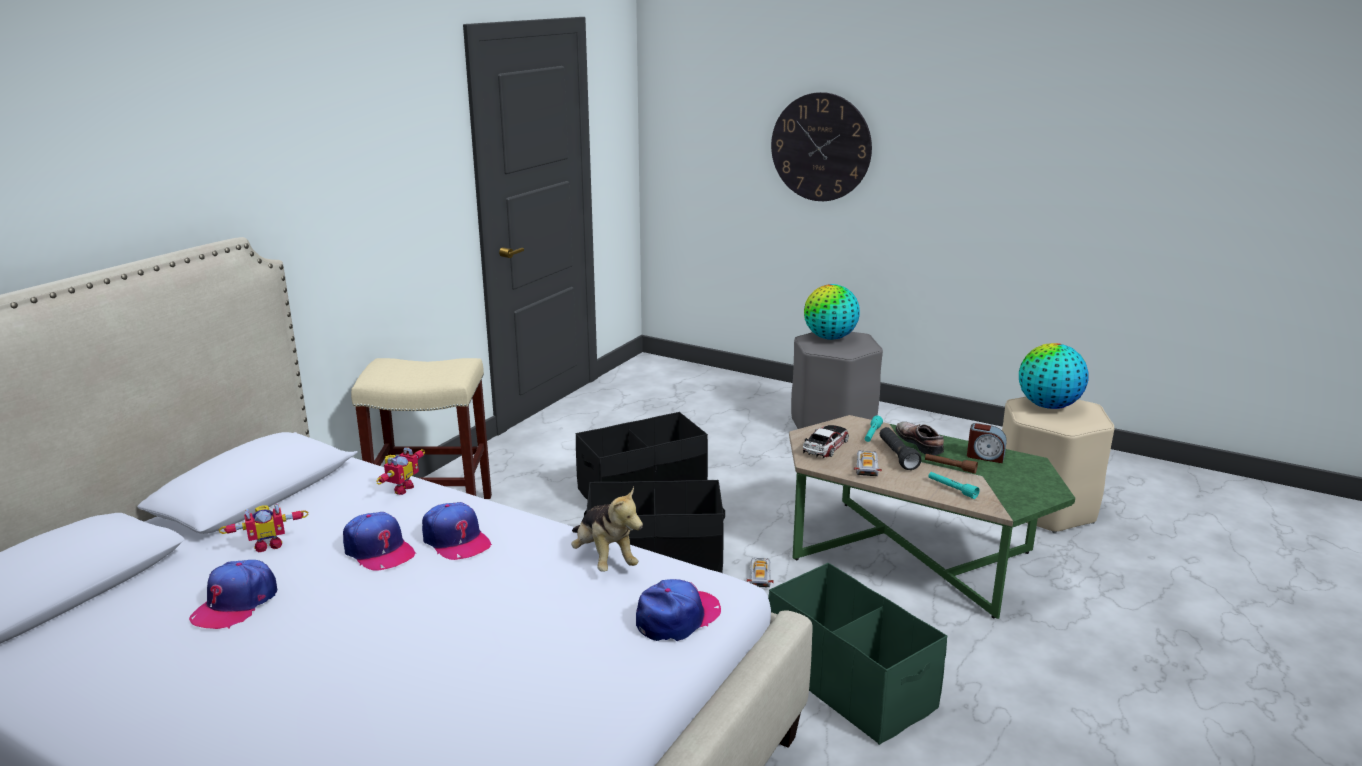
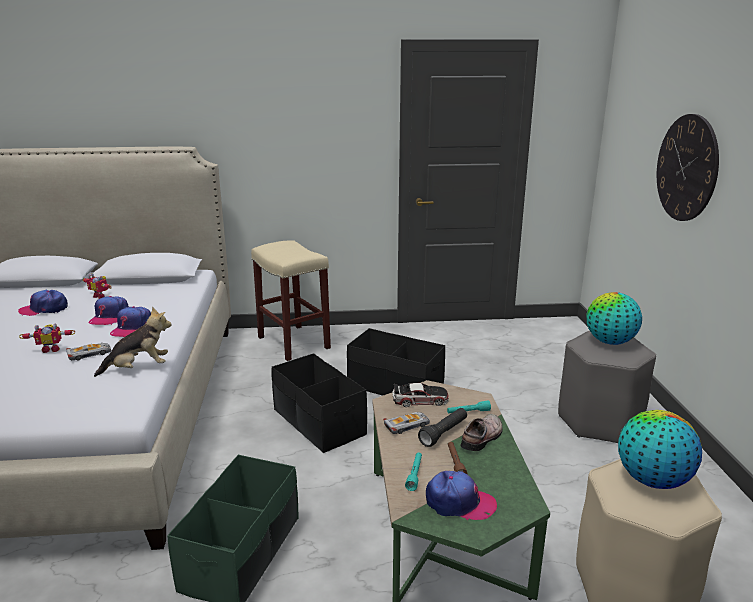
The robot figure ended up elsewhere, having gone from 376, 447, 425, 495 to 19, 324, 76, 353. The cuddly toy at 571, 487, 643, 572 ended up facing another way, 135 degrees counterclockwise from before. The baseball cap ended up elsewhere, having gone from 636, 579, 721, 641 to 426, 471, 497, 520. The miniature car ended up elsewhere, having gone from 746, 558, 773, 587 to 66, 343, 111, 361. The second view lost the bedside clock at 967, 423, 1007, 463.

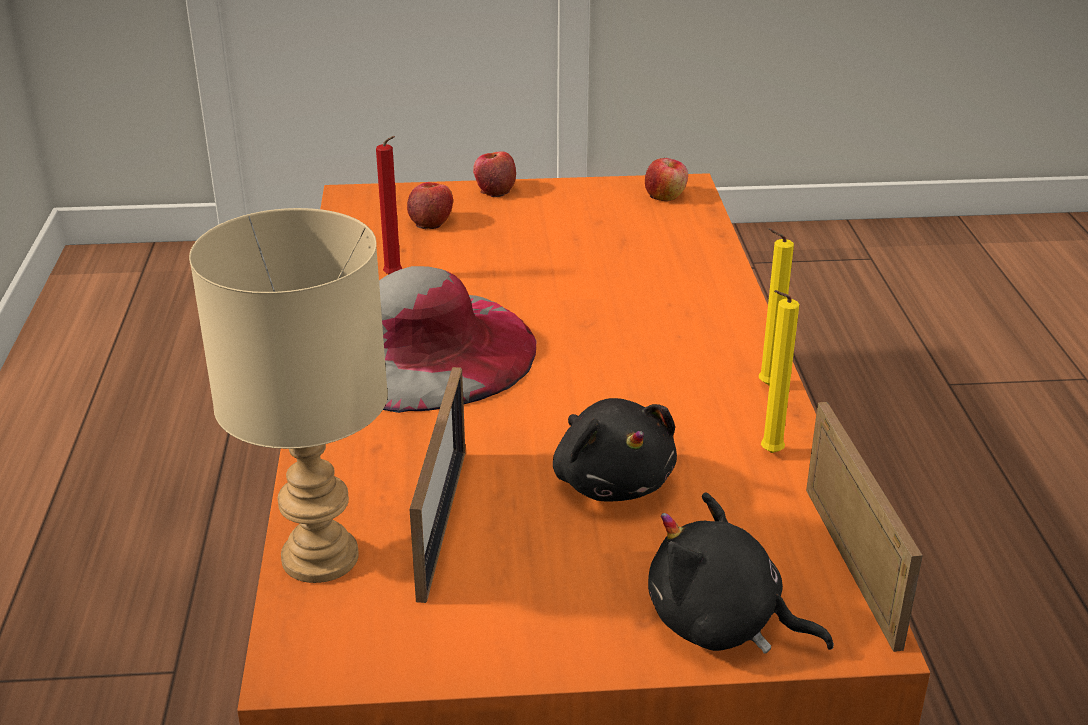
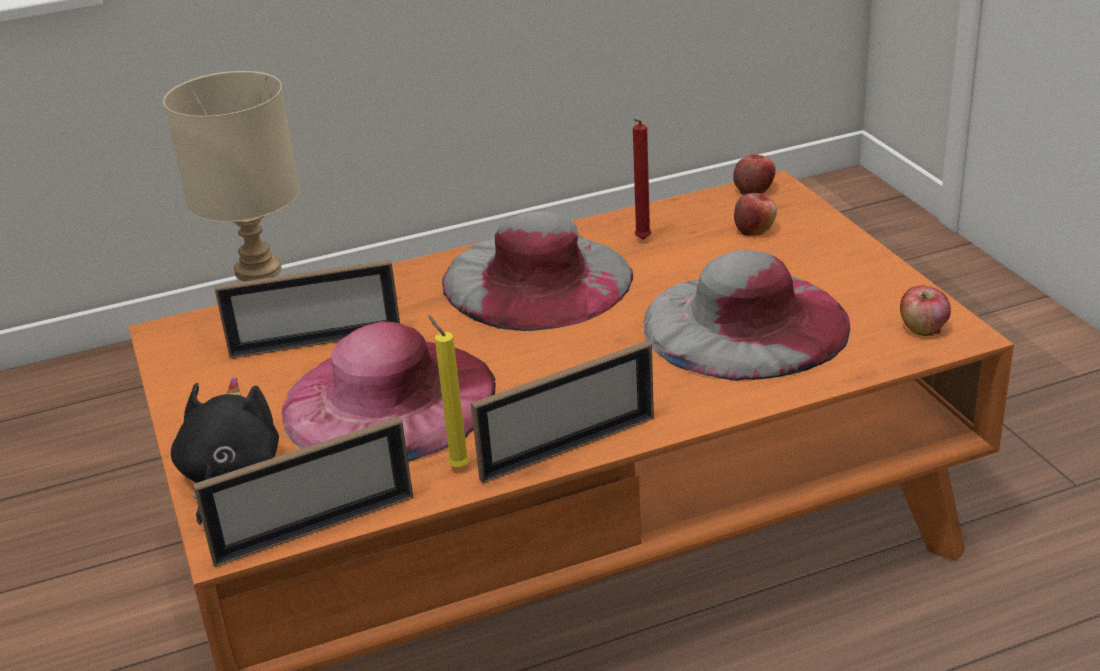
The apple ended up elsewhere, having gone from 473, 151, 516, 197 to 733, 154, 776, 195. Where the cuddly toy/black stood at 553, 398, 677, 501, the clothing hat/pink came to stand at 282, 321, 496, 462. Where the wax candle/yellow-coloured stood at 759, 228, 794, 385, the standing frame came to stand at 471, 341, 654, 483. The second view gained the clothing hat/grey at 644, 250, 850, 381.

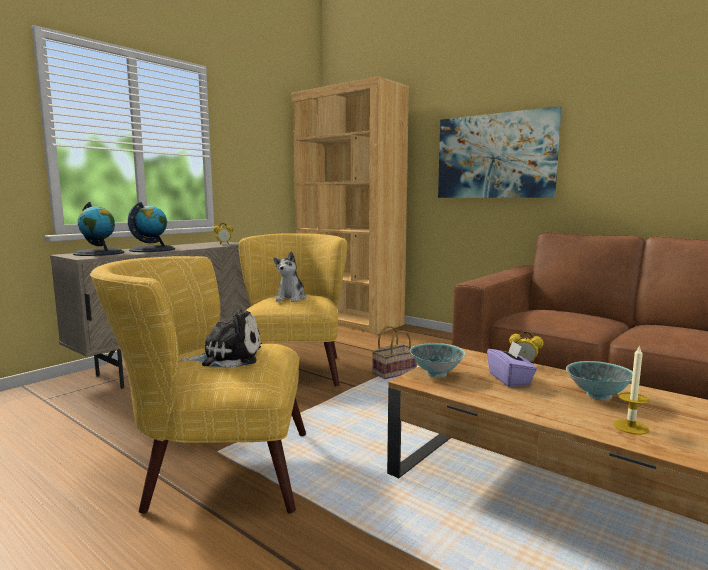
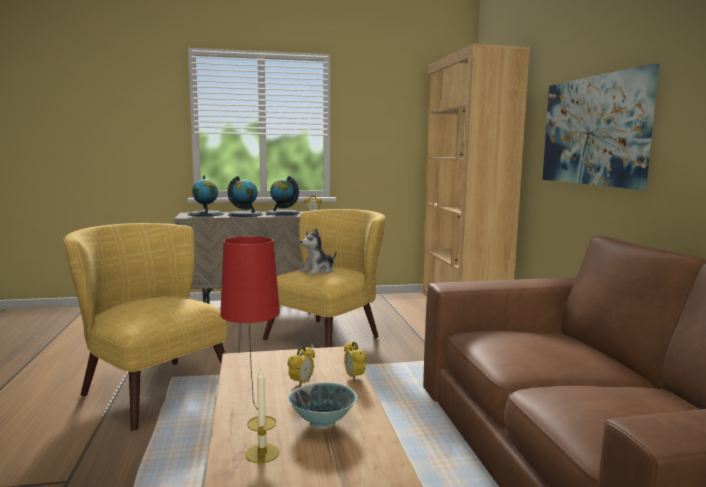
The second view lost the cuddly toy at 179, 308, 261, 368. The second view lost the household basket at 372, 326, 417, 379. The second view lost the serving bowl at 410, 343, 465, 377. Where the box of tissues/purple stood at 487, 341, 537, 387, the bedside clock came to stand at 288, 346, 315, 387. The second view gained the lamp for a table/red-coloured at 220, 236, 280, 410. The second view gained the world globe at 266, 176, 300, 216.

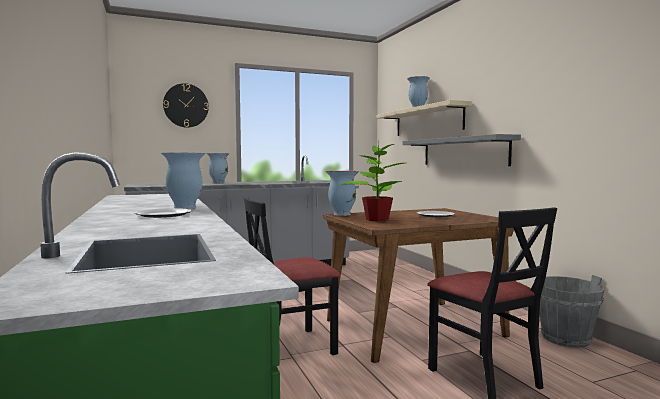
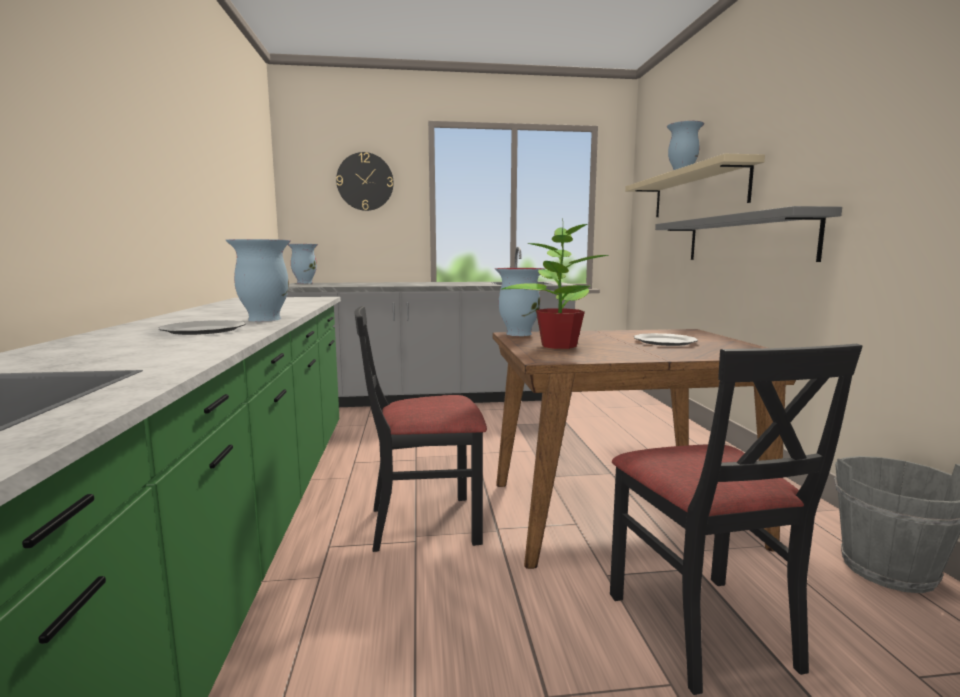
The vase ended up elsewhere, having gone from 206, 153, 230, 183 to 288, 244, 318, 284.

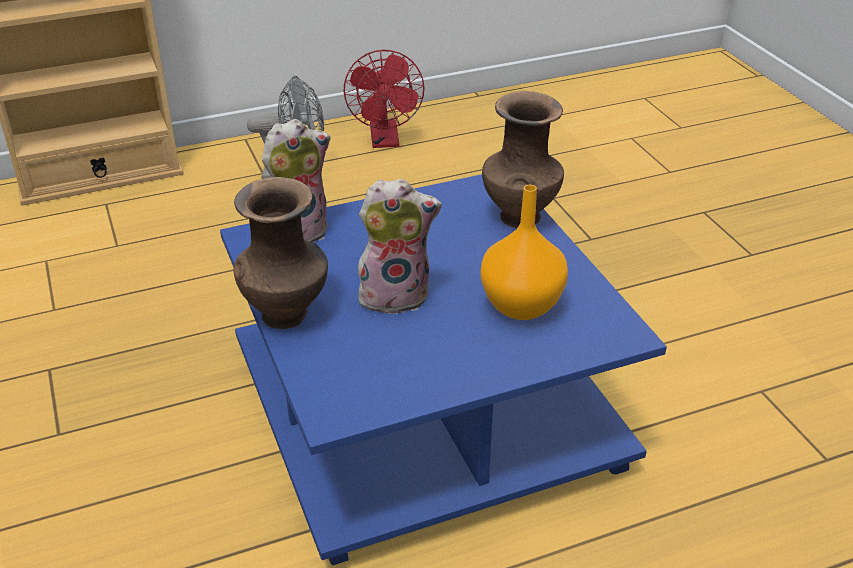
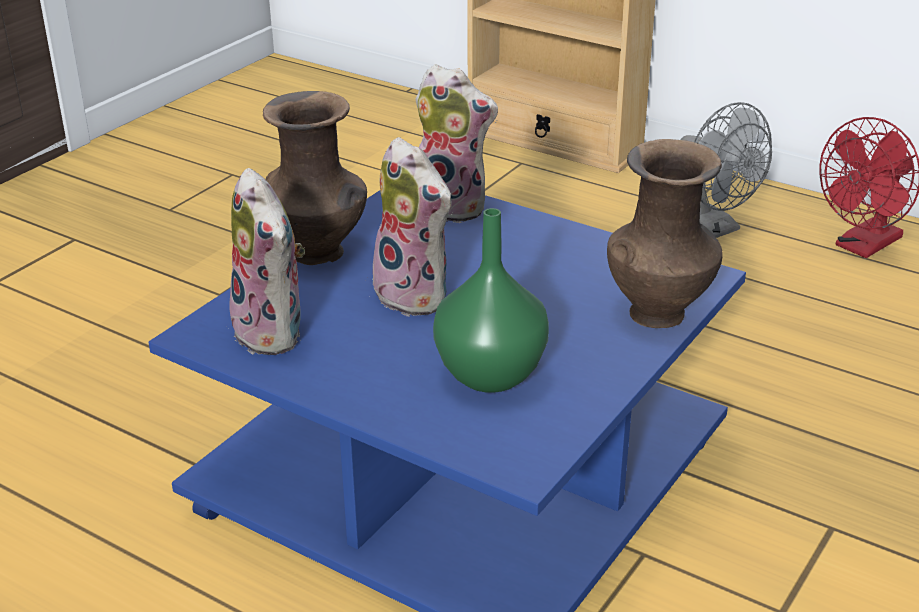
What was the vase/orange at 480, 185, 568, 320 turned into the vase/green at 433, 208, 549, 393. The second view gained the cuddly toy at 230, 168, 305, 355.

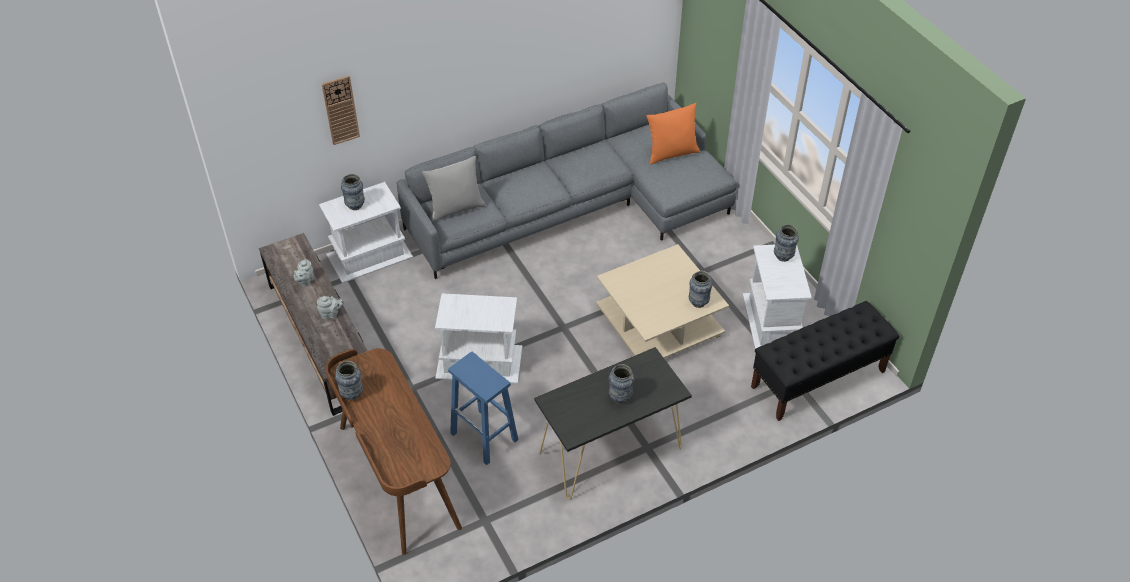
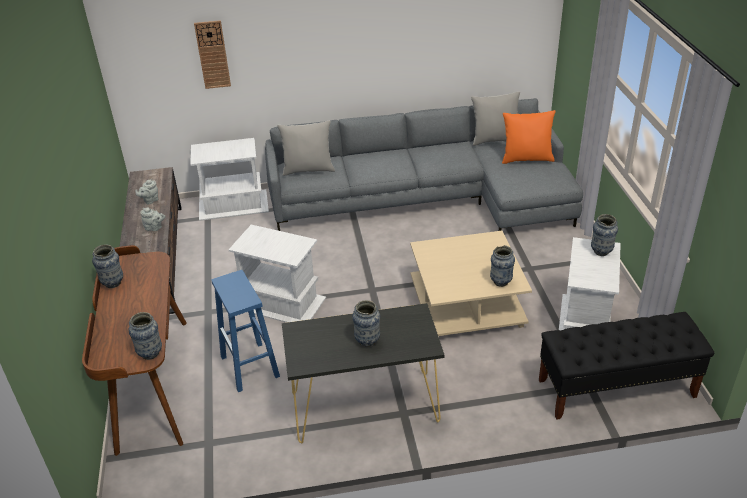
The vase ended up elsewhere, having gone from 341, 174, 365, 210 to 128, 312, 162, 360. The second view gained the cushion/grey at 471, 92, 520, 146.

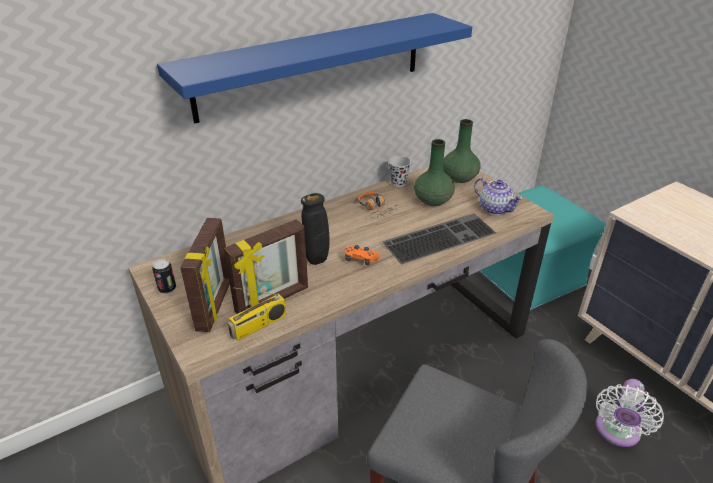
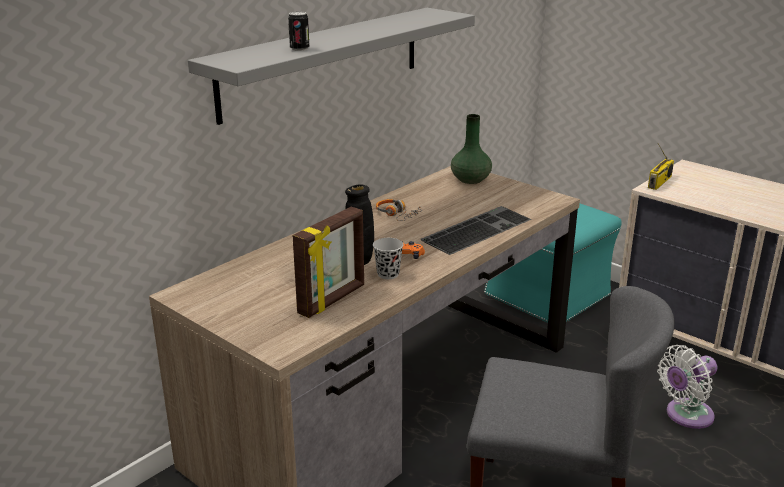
The can ended up elsewhere, having gone from 152, 259, 176, 294 to 288, 11, 309, 51. What was the shelf/blue-coloured at 157, 13, 472, 124 turned into the shelf/grey at 188, 8, 475, 125. The second view lost the standing frame at 180, 218, 230, 332. The radio ended up elsewhere, having gone from 228, 287, 286, 341 to 648, 144, 674, 190. The cup/black ended up elsewhere, having gone from 388, 156, 411, 187 to 373, 238, 403, 279. The second view lost the vase/green at 414, 139, 455, 206. The second view lost the pot for tea at 474, 178, 523, 215. The cooling fan/whitish at 596, 379, 664, 447 ended up facing another way, 45 degrees clockwise from before.

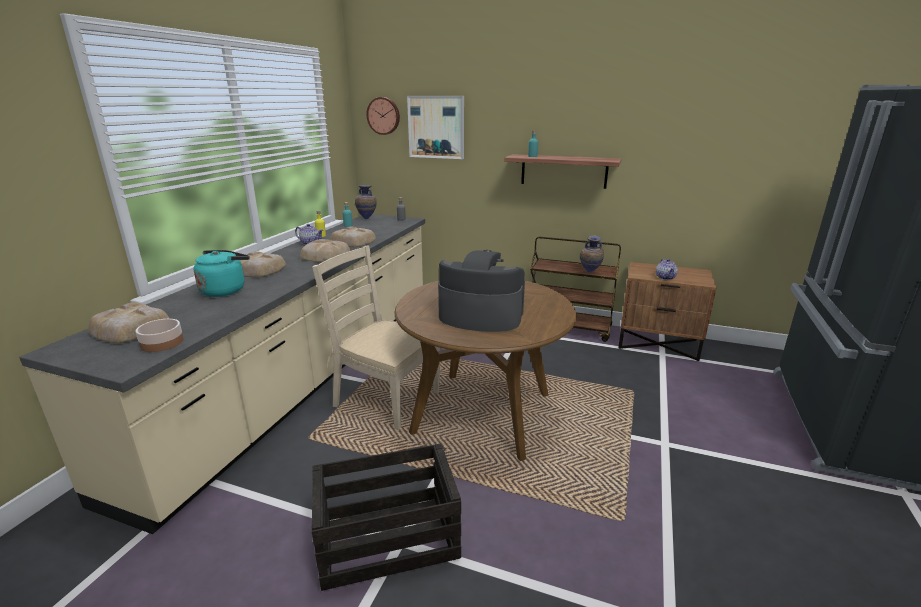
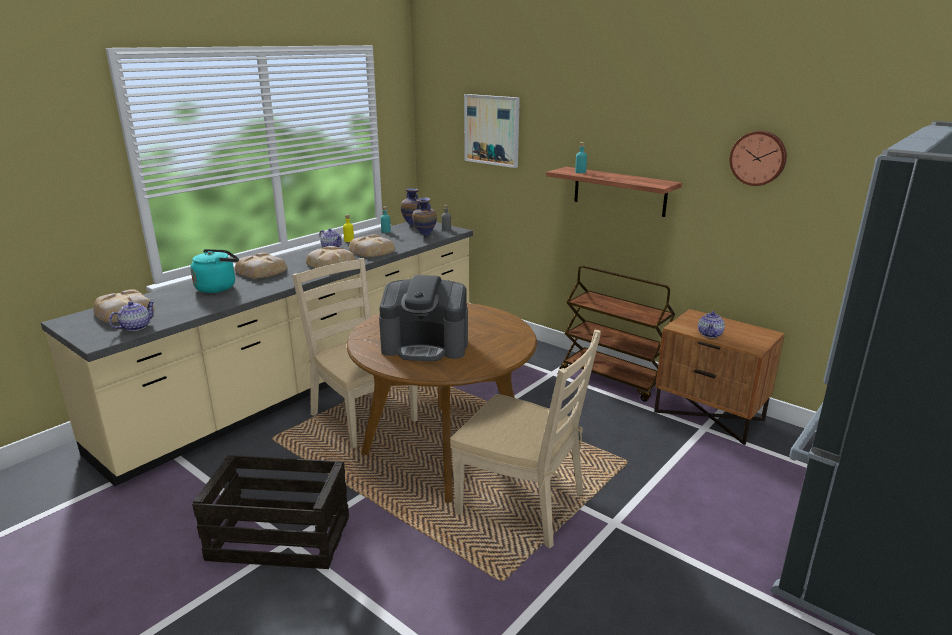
Where the serving bowl stood at 136, 319, 184, 352, the pot for tea came to stand at 109, 301, 155, 331. The wall clock ended up elsewhere, having gone from 366, 97, 400, 135 to 730, 131, 787, 186. The coffee maker at 438, 250, 525, 332 ended up facing another way, 150 degrees clockwise from before. The vase ended up elsewhere, having gone from 580, 235, 604, 272 to 412, 197, 437, 236. The second view gained the chair/beige-coloured at 450, 329, 601, 549.

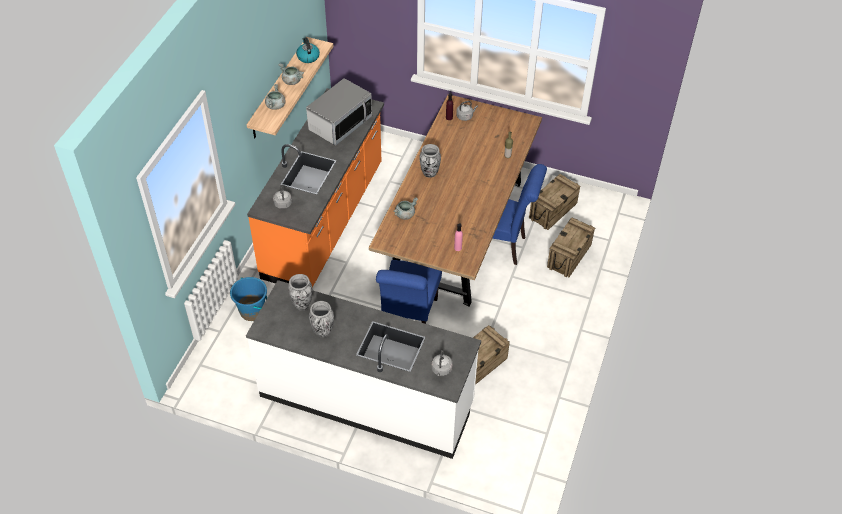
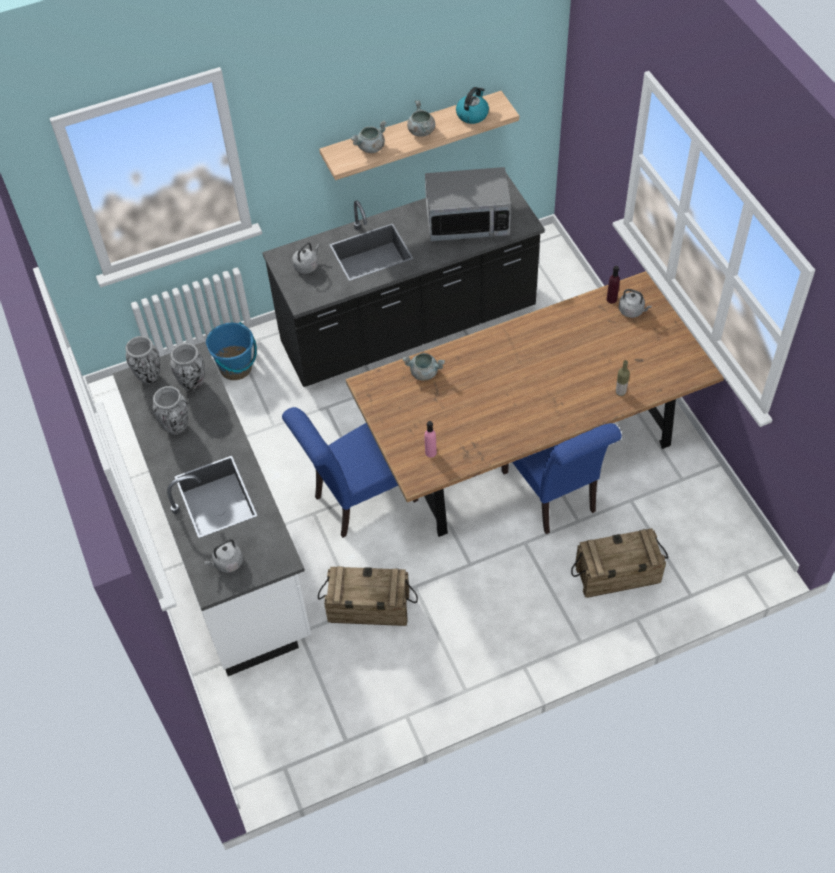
What was the kitchen counter/orange at 247, 88, 384, 287 turned into the kitchen counter/black at 262, 173, 545, 387. The vase ended up elsewhere, having gone from 419, 144, 441, 178 to 125, 336, 160, 385. The second view lost the shipping crate at 529, 174, 580, 230.

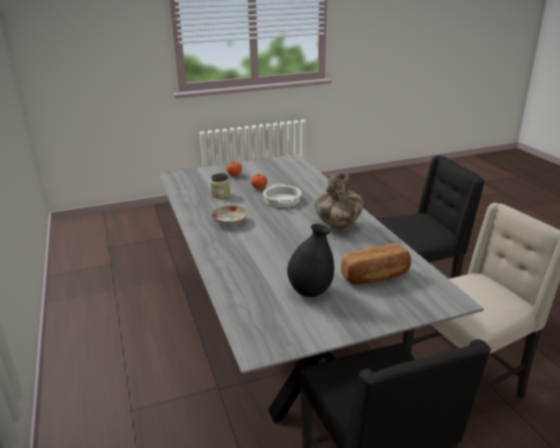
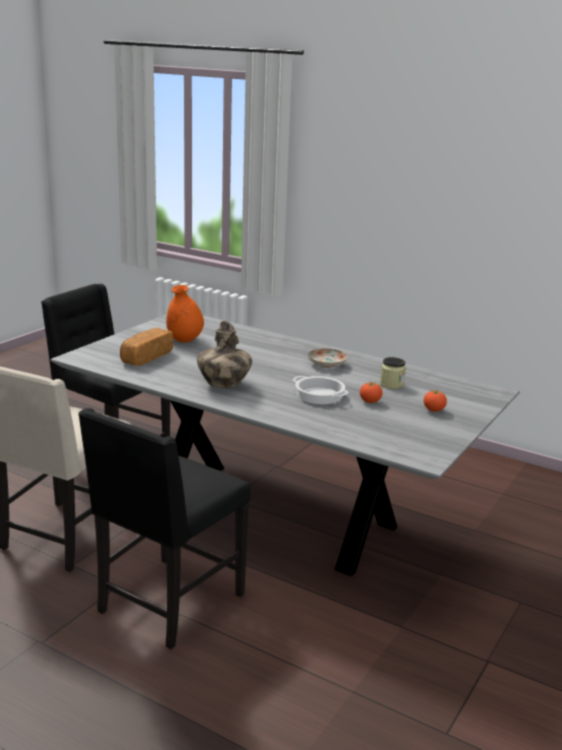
What was the vase/black at 287, 224, 334, 297 turned into the vase/orange at 166, 285, 204, 342.

